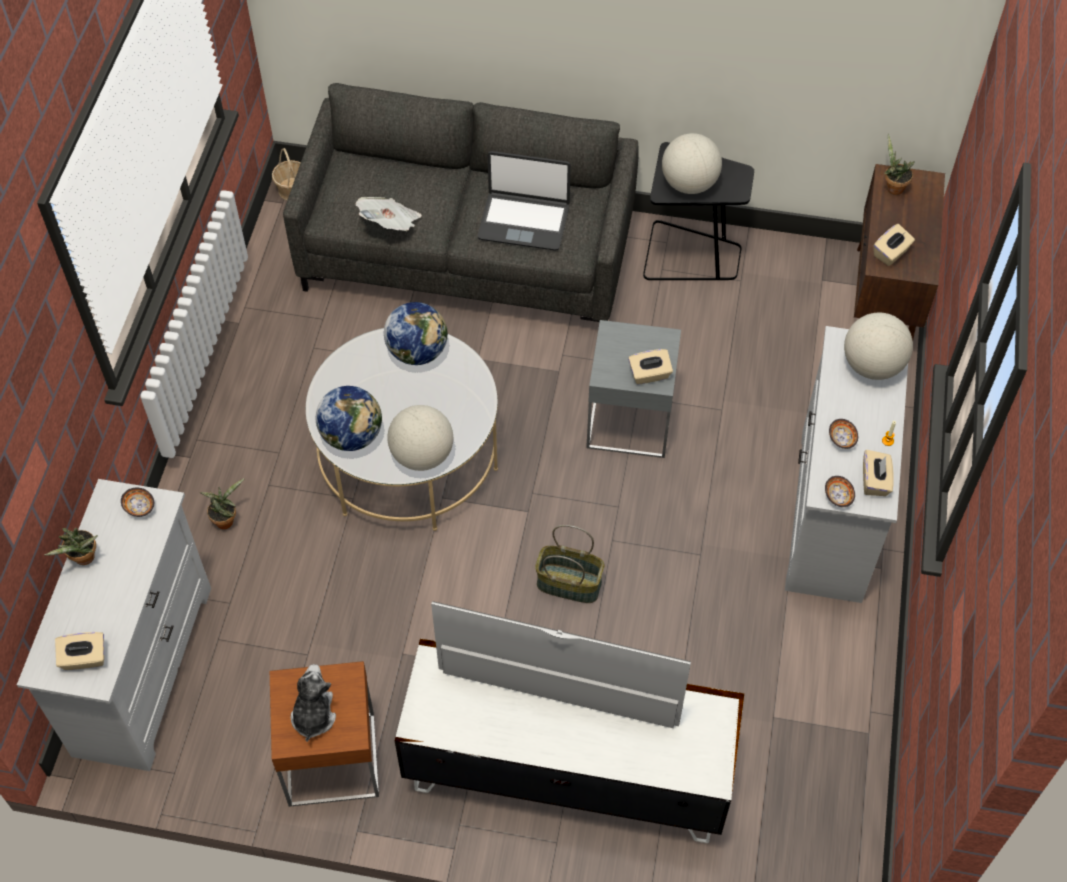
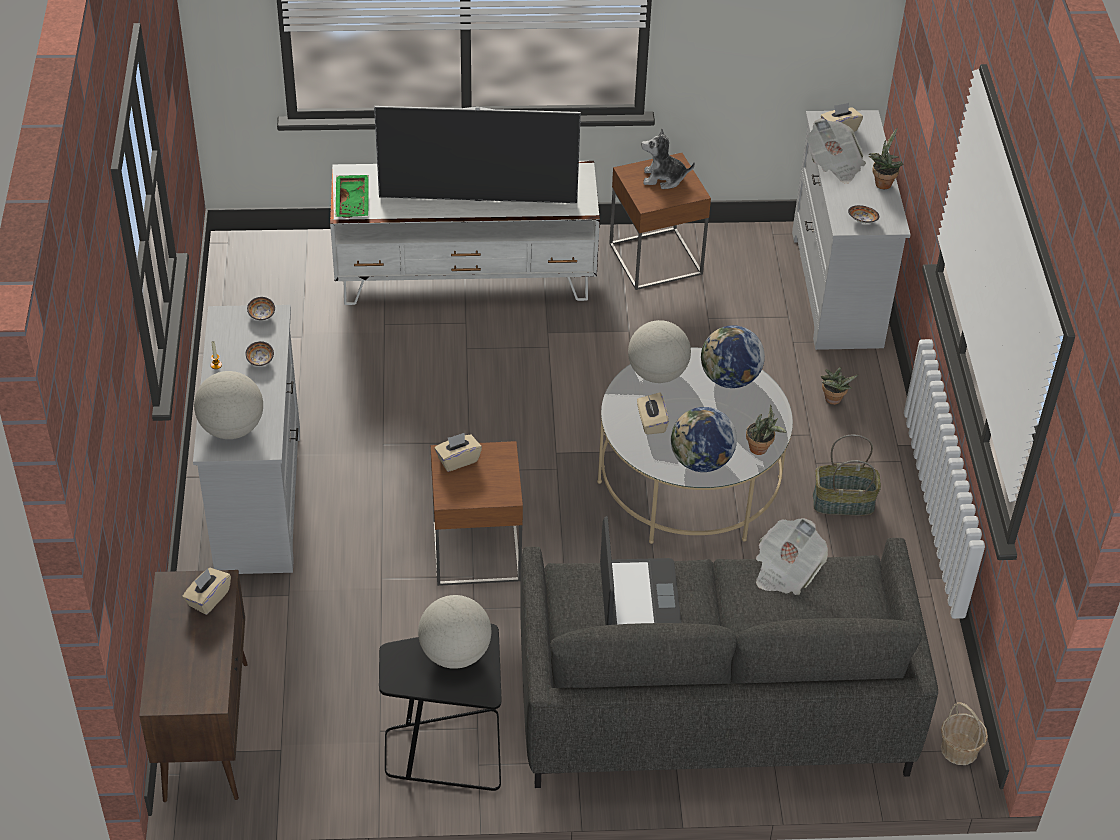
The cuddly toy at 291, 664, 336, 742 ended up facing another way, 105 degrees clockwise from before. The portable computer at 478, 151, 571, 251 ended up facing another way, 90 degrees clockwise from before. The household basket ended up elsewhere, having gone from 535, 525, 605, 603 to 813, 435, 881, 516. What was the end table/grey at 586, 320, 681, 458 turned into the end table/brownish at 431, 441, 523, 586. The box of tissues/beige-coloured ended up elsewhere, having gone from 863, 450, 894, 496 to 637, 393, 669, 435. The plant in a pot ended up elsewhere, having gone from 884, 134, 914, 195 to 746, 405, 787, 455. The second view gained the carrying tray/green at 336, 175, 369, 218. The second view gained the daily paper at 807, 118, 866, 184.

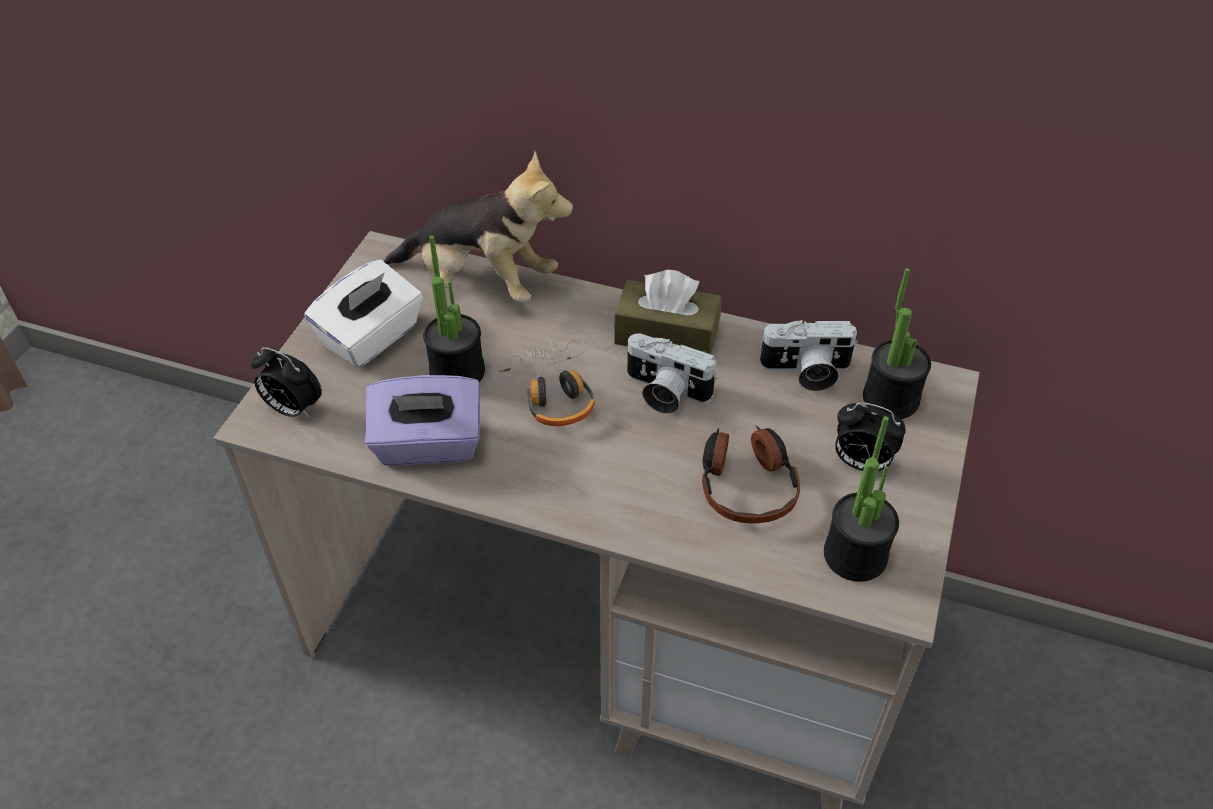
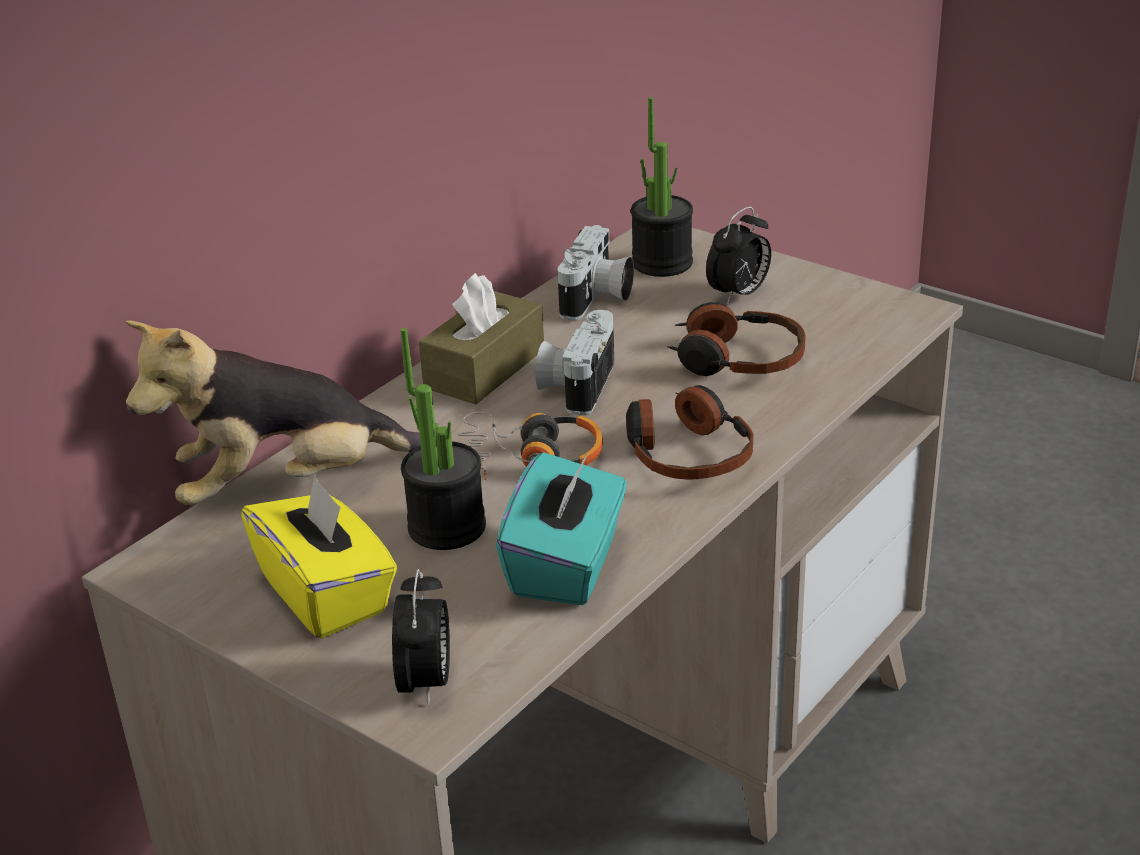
The bedside clock at 251, 347, 322, 419 ended up facing another way, 45 degrees counterclockwise from before. What was the box of tissues/whitish at 304, 260, 423, 368 turned into the box of tissues/yellow-coloured at 241, 475, 397, 639. What was the box of tissues/purple at 365, 375, 480, 466 turned into the box of tissues/blue-green at 496, 452, 627, 605. The cuddly toy at 384, 151, 573, 303 ended up facing another way, 150 degrees counterclockwise from before. The still camera at 625, 333, 718, 414 ended up facing another way, 150 degrees clockwise from before. The second view lost the plant in a pot at 824, 416, 899, 582. The second view gained the headphones at 626, 385, 753, 480.

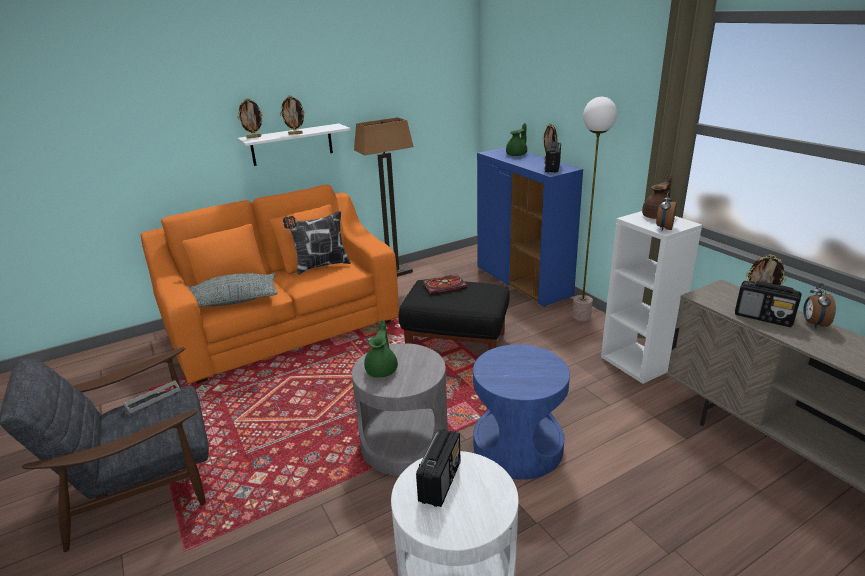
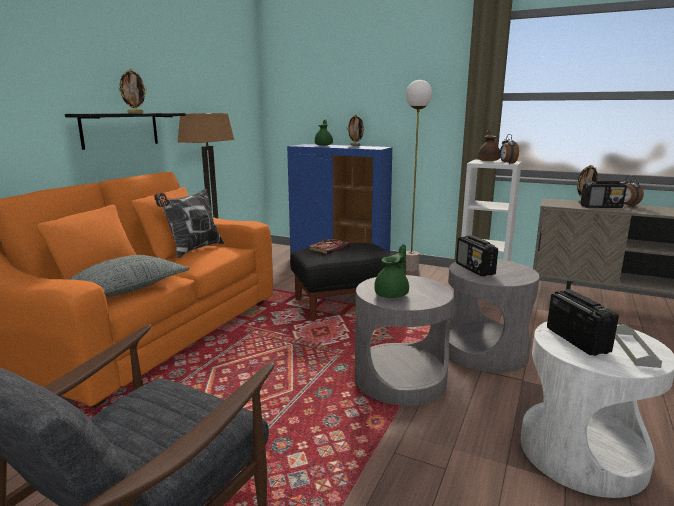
The carrying tray/grey ended up elsewhere, having gone from 123, 380, 180, 413 to 615, 324, 662, 368. The second view lost the standing frame at 237, 98, 264, 138. What was the shelf/whitish at 237, 124, 350, 166 turned into the shelf/black at 65, 113, 185, 150. The pot for tea/green at 364, 320, 398, 378 ended up facing another way, 60 degrees clockwise from before. What was the end table/blue-coloured at 473, 344, 570, 480 turned into the end table/grey at 448, 259, 540, 373. The radio ended up elsewhere, having gone from 545, 141, 561, 173 to 456, 235, 498, 276.

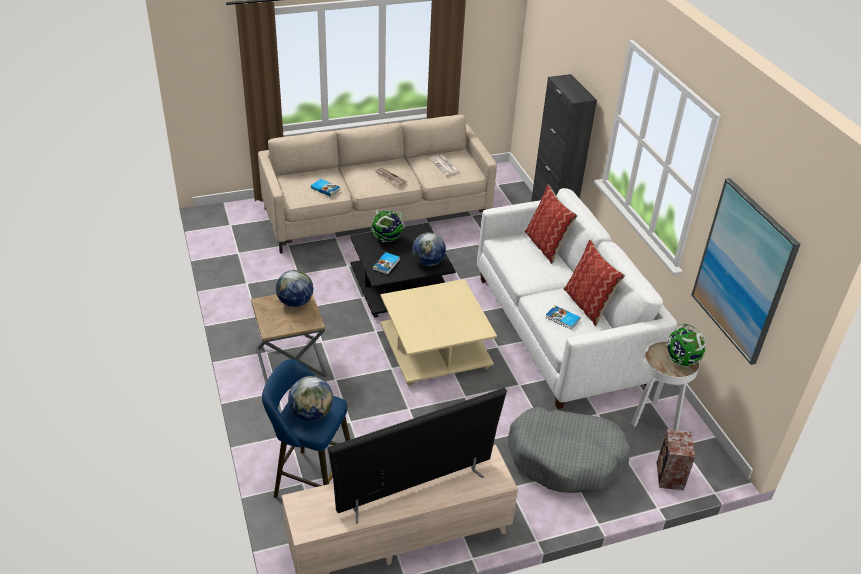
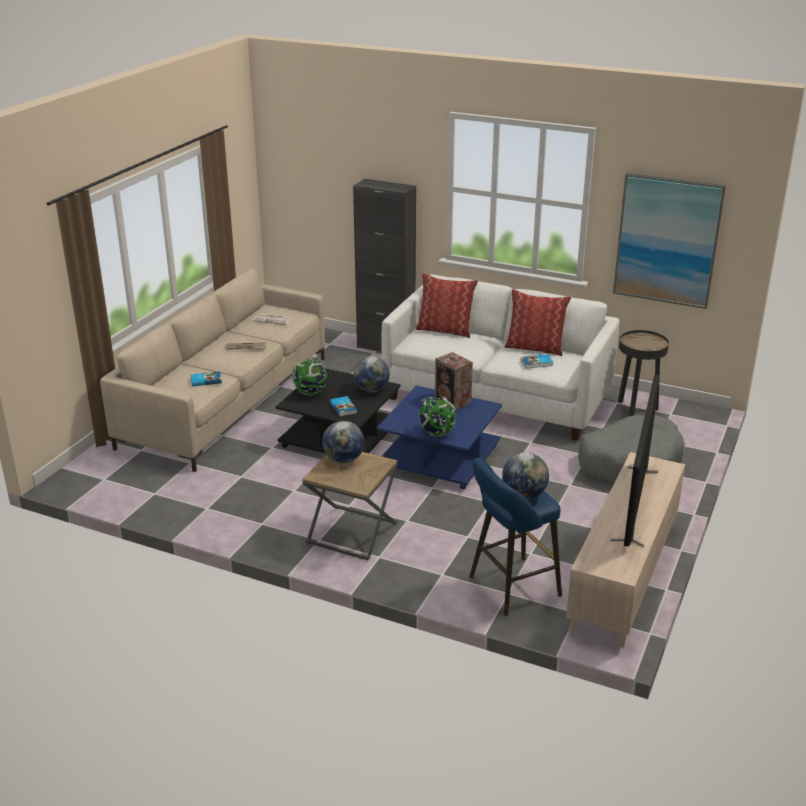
What was the lounge table/beige-coloured at 380, 279, 497, 386 turned into the lounge table/blue-coloured at 377, 386, 502, 489. What was the end table/whitish at 631, 340, 700, 430 turned into the end table/black at 618, 330, 669, 416. The loudspeaker ended up elsewhere, having gone from 656, 429, 695, 490 to 435, 352, 473, 411. The world globe ended up elsewhere, having gone from 665, 323, 706, 367 to 418, 397, 456, 437.

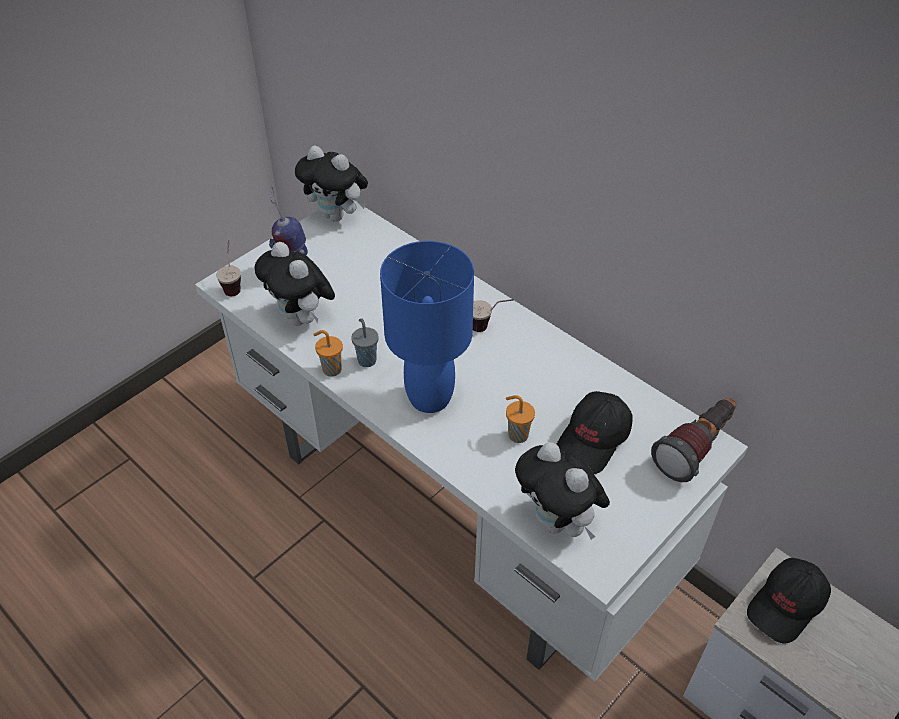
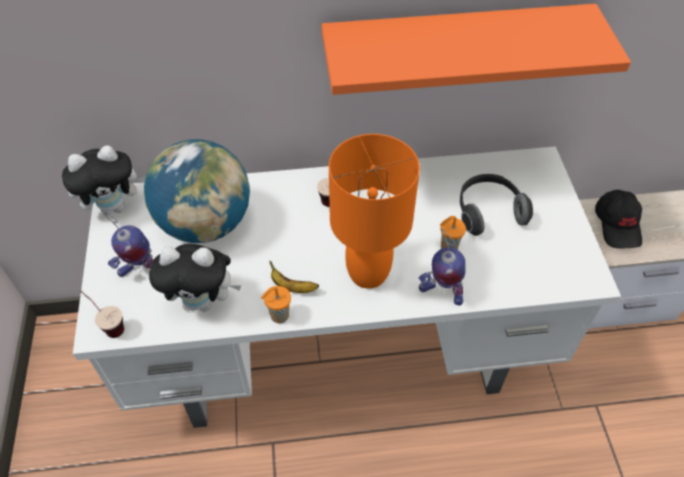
Where the cup/grey stood at 351, 319, 378, 367, the banana came to stand at 270, 261, 319, 293. What was the lamp for a table/blue-coloured at 380, 241, 474, 413 turned into the lamp for a table/orange at 329, 134, 420, 289. The second view lost the cuddly toy at 515, 442, 610, 540. Where the baseball cap/black stood at 556, 391, 633, 474, the headphones came to stand at 460, 174, 533, 236. The second view lost the flashlight at 651, 398, 736, 482. The second view gained the world globe at 144, 139, 250, 243. The second view gained the shelf/orange at 321, 4, 631, 95. The second view gained the robot figure at 419, 228, 466, 305.

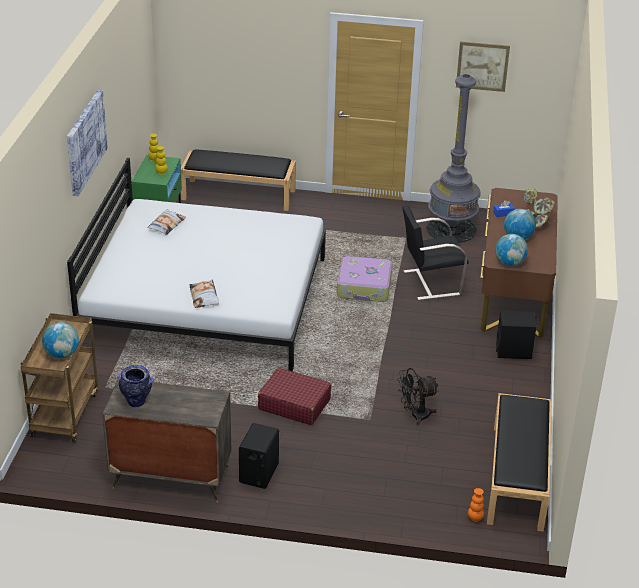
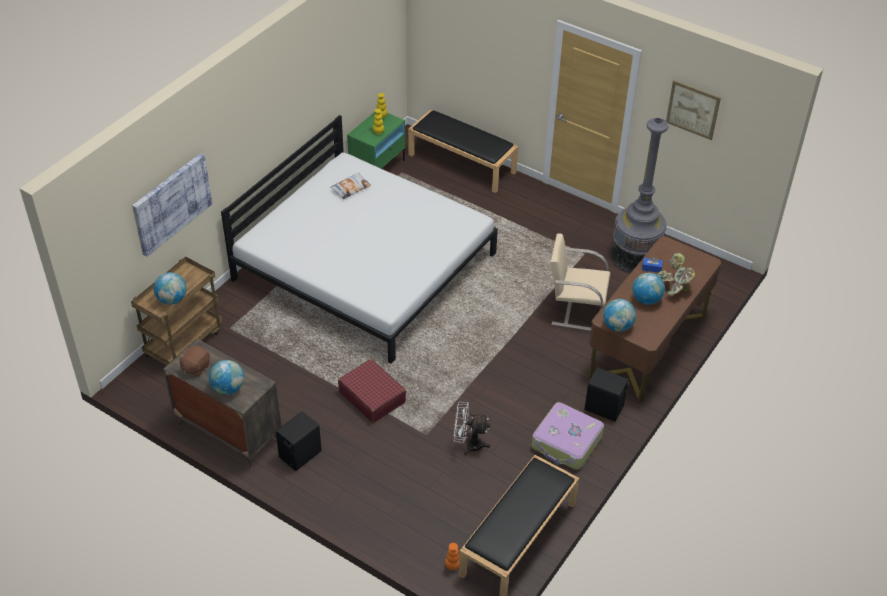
The wall picture ended up elsewhere, having gone from 67, 90, 108, 196 to 132, 153, 212, 257. Where the vase stood at 117, 365, 154, 407, the cuddly toy/brownish came to stand at 178, 346, 210, 377. The second view lost the cushion at 189, 280, 219, 308. The travel case ended up elsewhere, having gone from 337, 256, 392, 302 to 532, 402, 604, 470. What was the cooling fan/black at 397, 368, 439, 425 turned into the cooling fan/whitish at 454, 402, 490, 455. What was the chair/black at 402, 205, 469, 300 turned into the chair/beige-coloured at 551, 233, 610, 331. The second view gained the world globe at 209, 360, 244, 395.

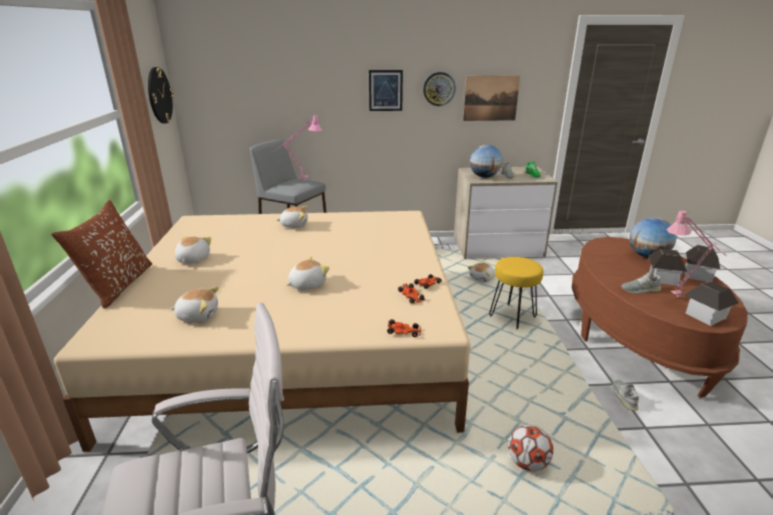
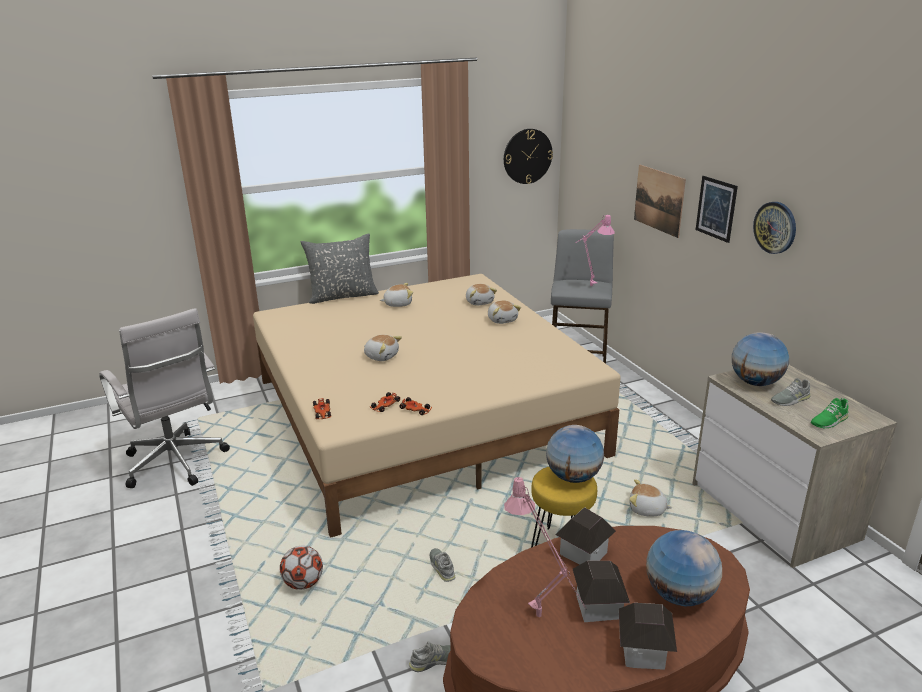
What was the cushion/brownish at 51, 200, 152, 308 turned into the cushion/grey at 301, 233, 379, 304. The cuddly toy ended up elsewhere, having gone from 171, 287, 219, 322 to 466, 284, 497, 306. The wall picture ended up elsewhere, having gone from 463, 75, 520, 121 to 634, 165, 686, 238. The shoe/grey ended up elsewhere, having gone from 621, 272, 661, 293 to 430, 548, 456, 582. The toy house ended up elsewhere, having gone from 684, 281, 739, 326 to 555, 507, 616, 565. The second view gained the world globe at 546, 425, 604, 483.

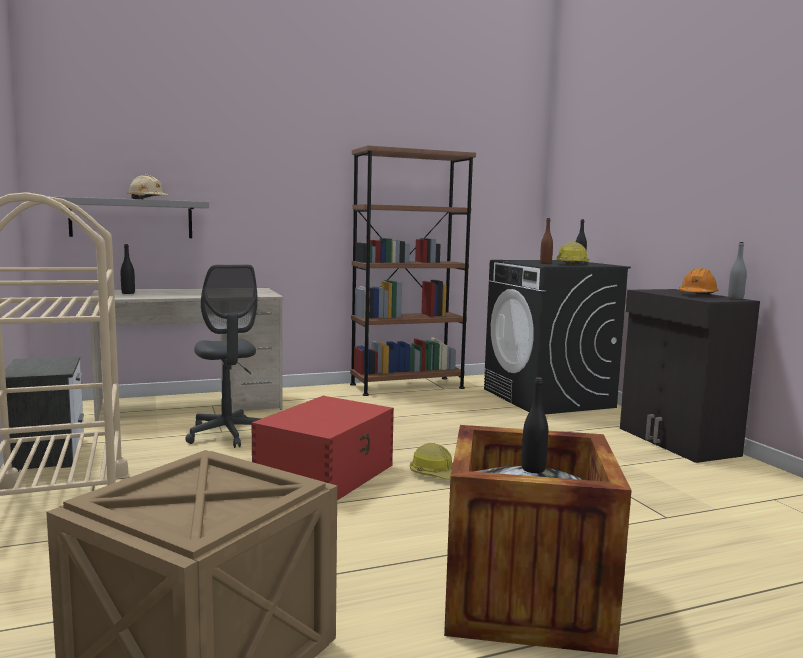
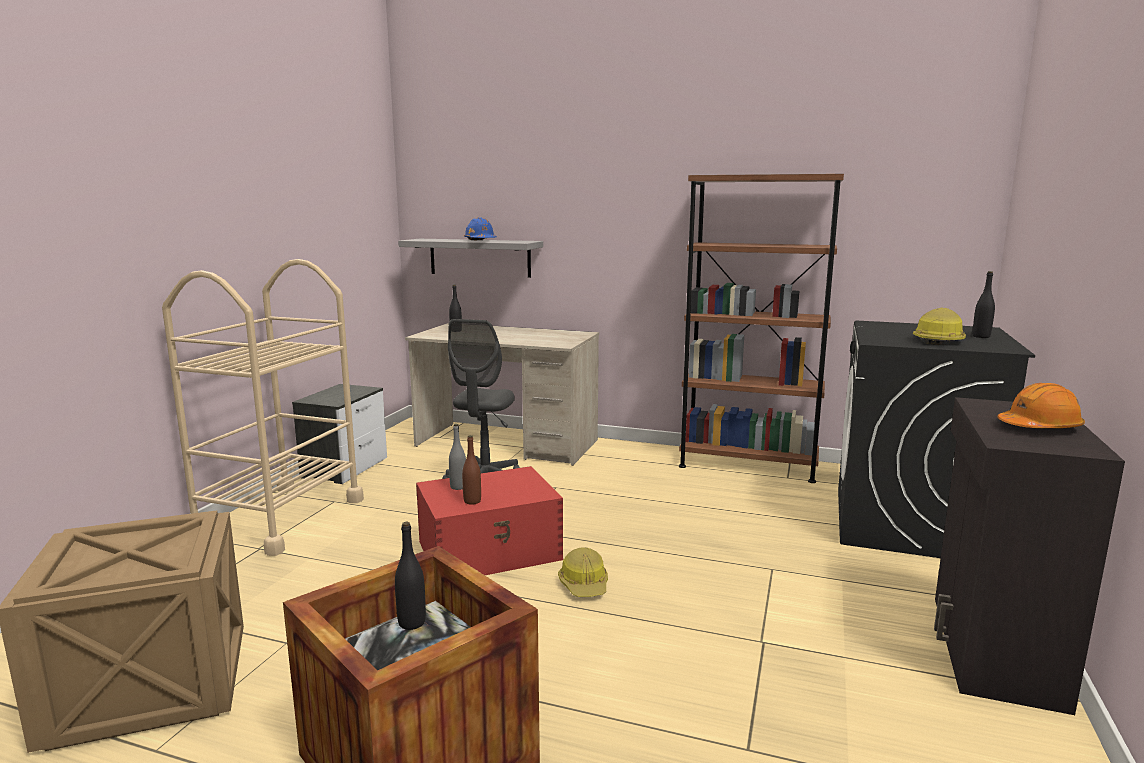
What was the hard hat/beige-coloured at 127, 175, 169, 199 turned into the hard hat/blue-coloured at 464, 217, 497, 240. The beverage bottle/brownish ended up elsewhere, having gone from 540, 218, 553, 264 to 462, 435, 481, 505. The beverage bottle/grey ended up elsewhere, having gone from 728, 242, 747, 299 to 449, 424, 466, 490.

